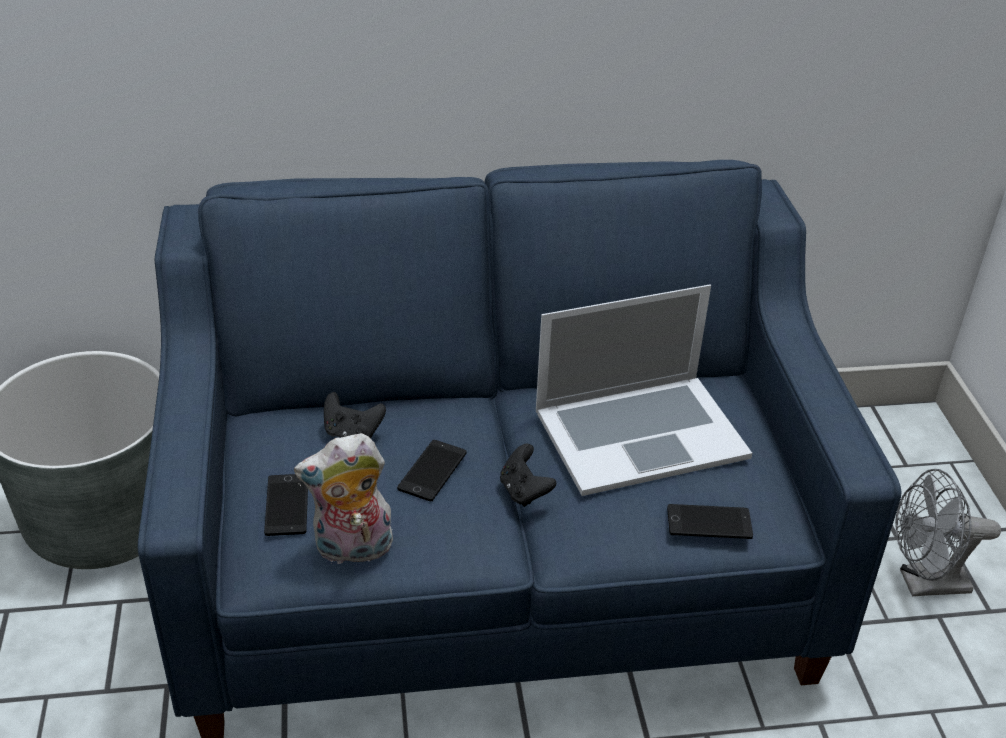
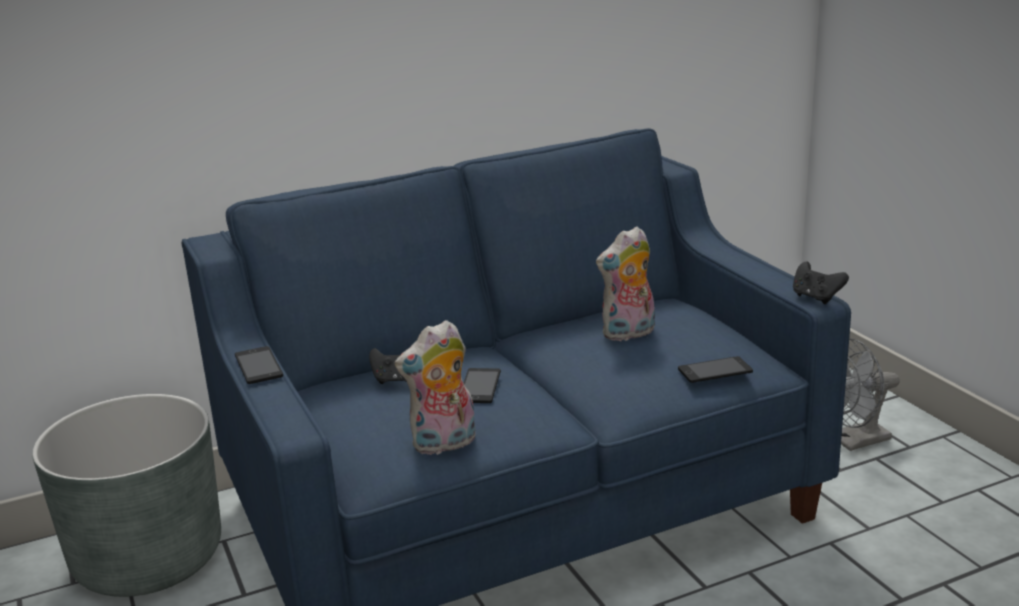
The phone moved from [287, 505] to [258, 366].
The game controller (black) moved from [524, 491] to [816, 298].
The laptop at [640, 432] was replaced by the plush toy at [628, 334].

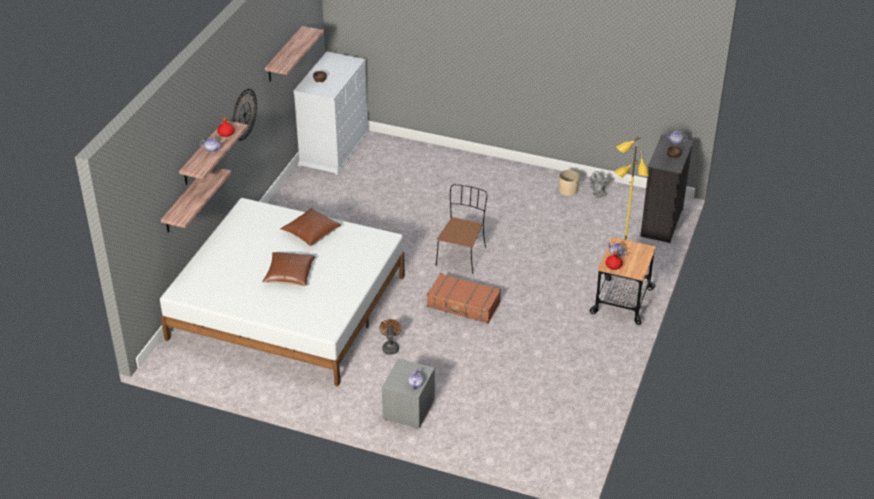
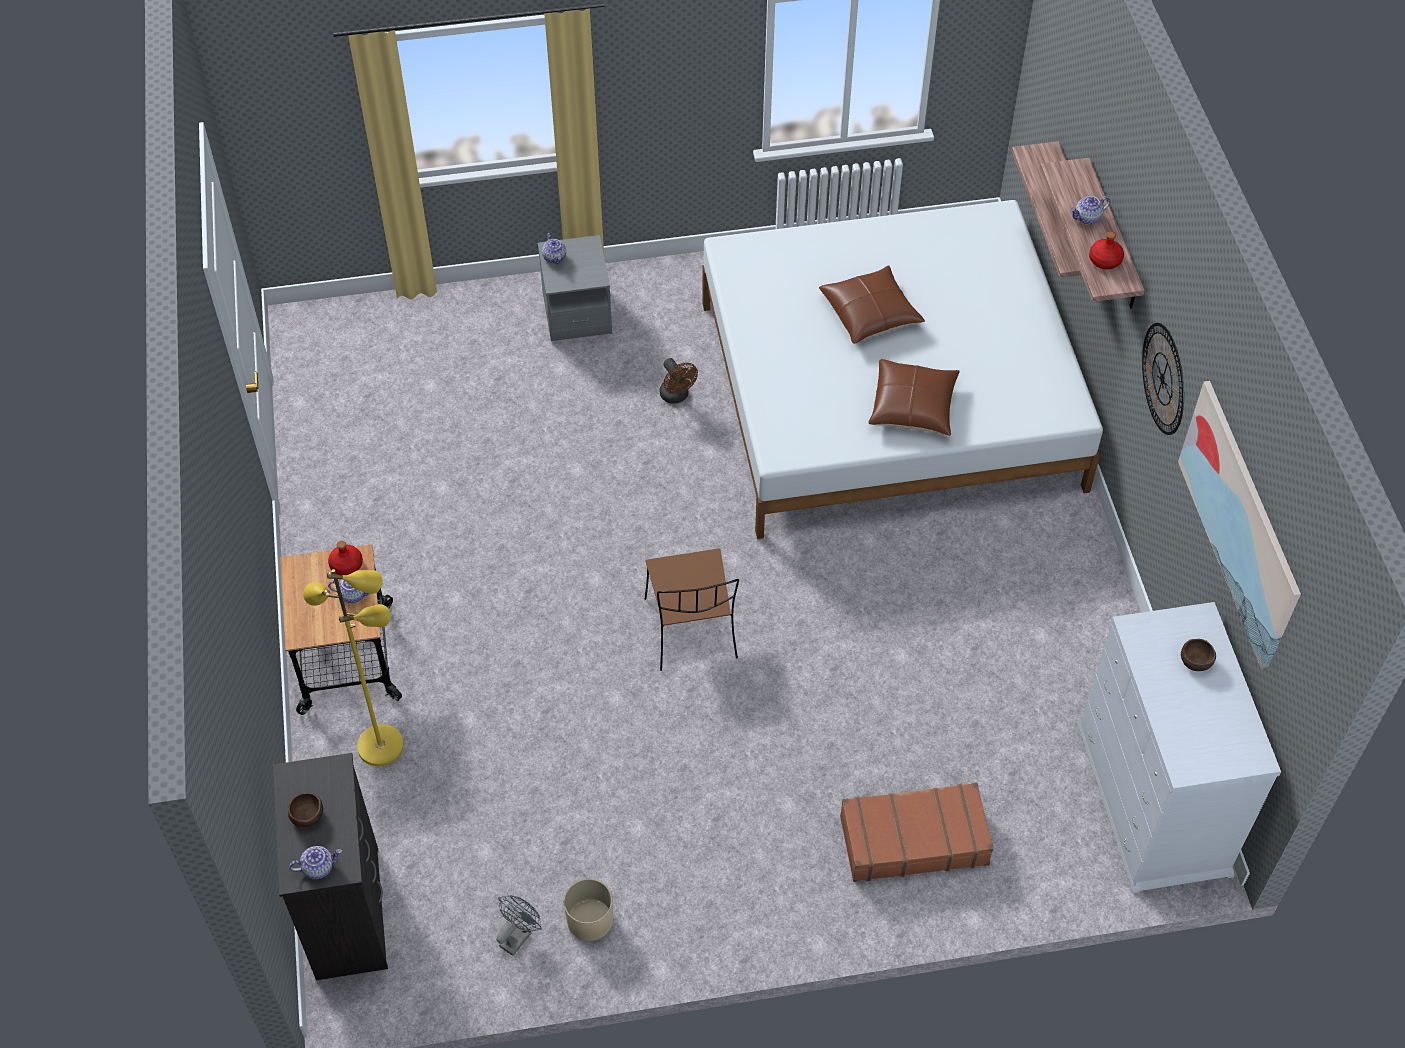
The suitcase (brown) moved from [463, 305] to [913, 839].
The shelf at [284, 55] was replaced by the picture at [1238, 523].

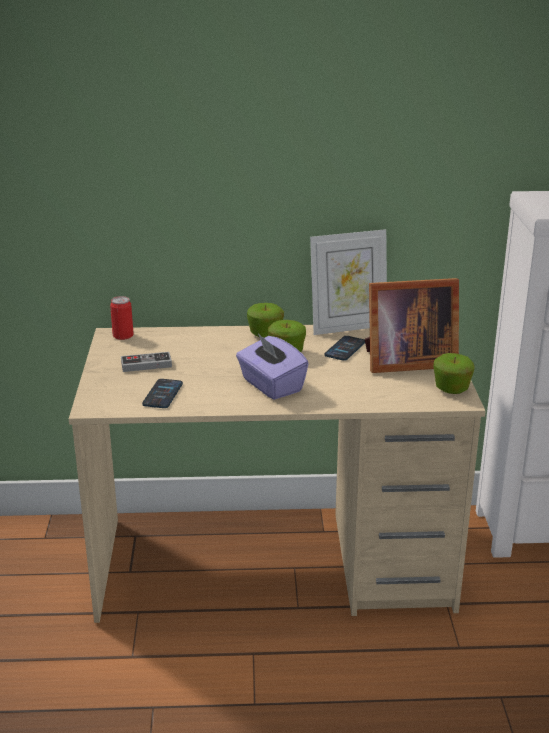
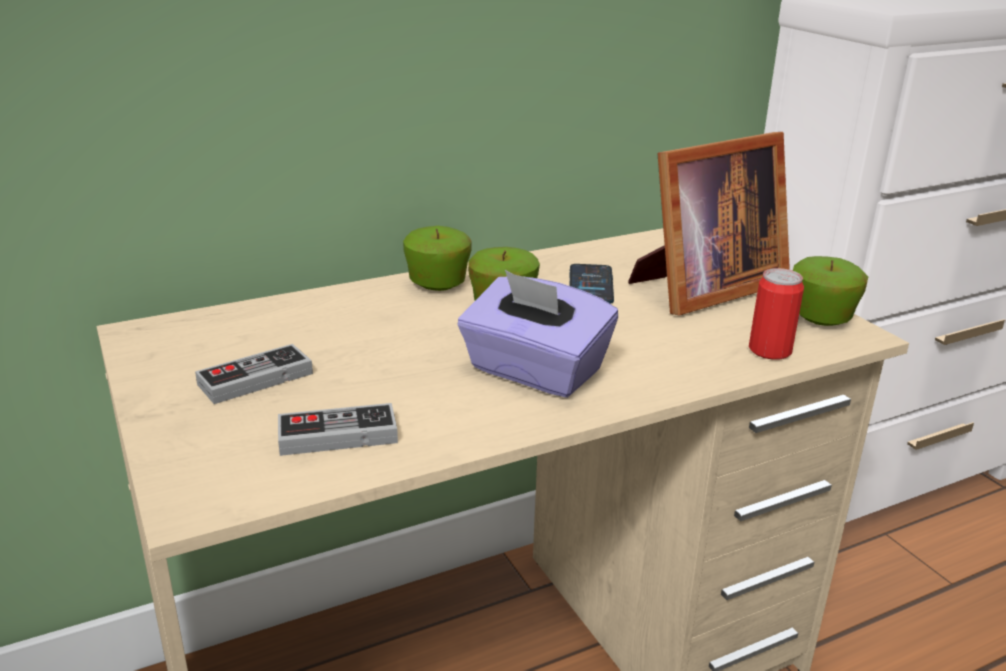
The picture frame at [347, 327] disappeared.
The can moved from [123, 335] to [770, 350].
The phone at [163, 394] was replaced by the game controller at [338, 435].

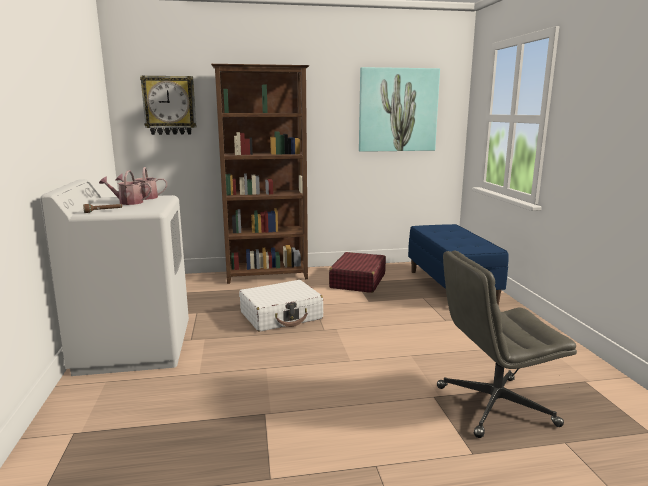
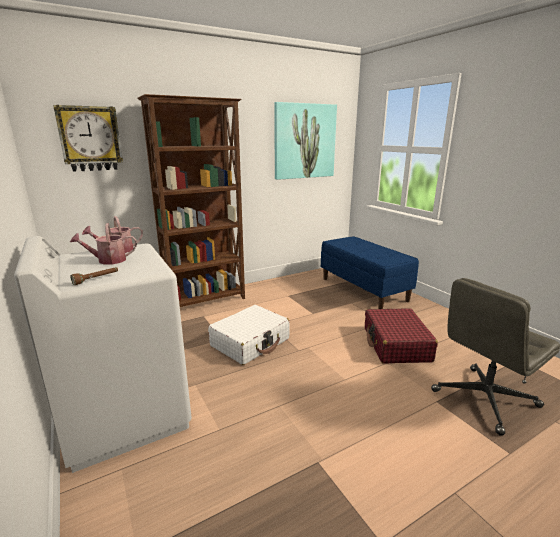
The suitcase (red) moved from [357, 281] to [396, 344].

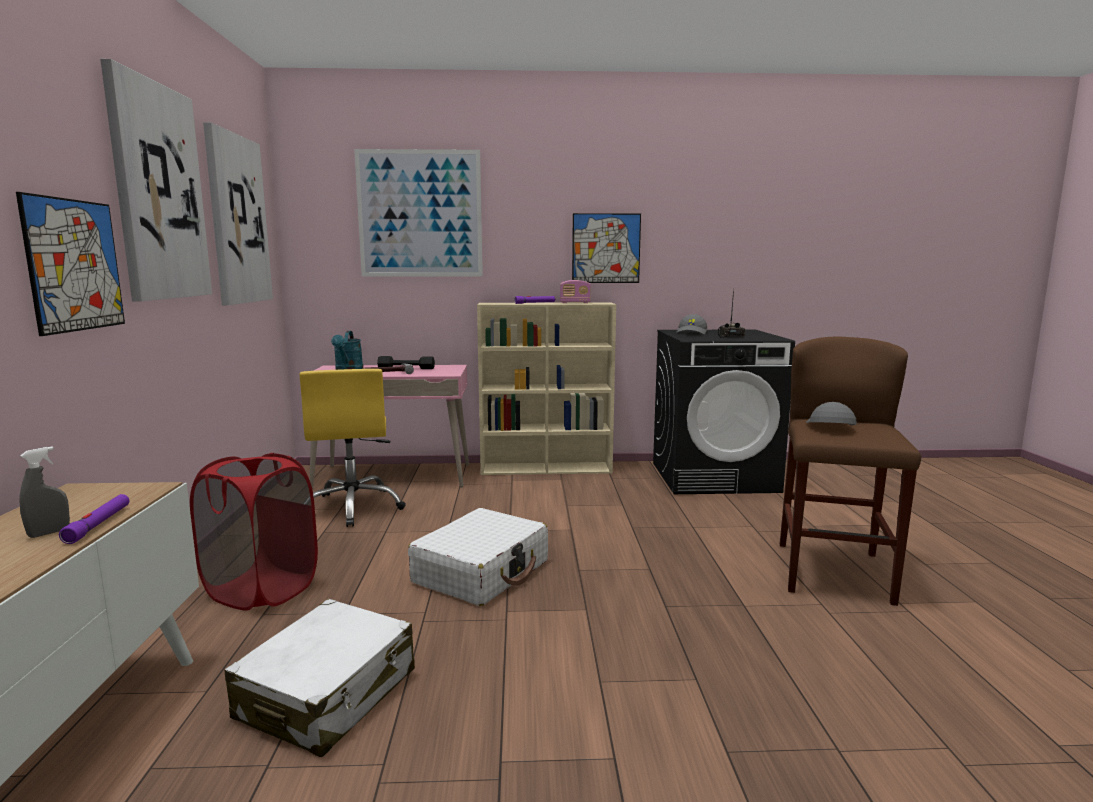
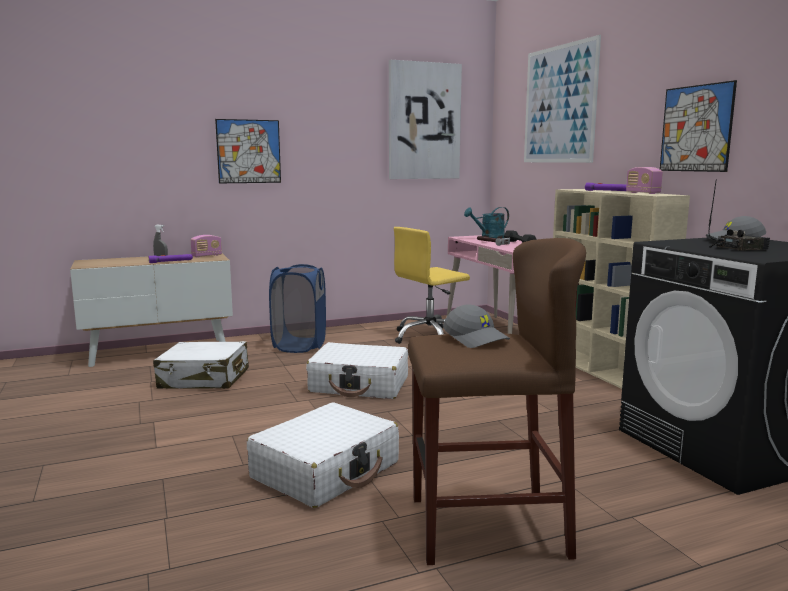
The picture at [158, 192] disappeared.
The radio at [206, 256] appeared.
The suitcase (white) at [326, 470] appeared.
The laundry basket (red) at [261, 590] became the laundry basket (blue) at [299, 345].
The cap (grey) at [829, 426] turned 60 degrees clockwise.

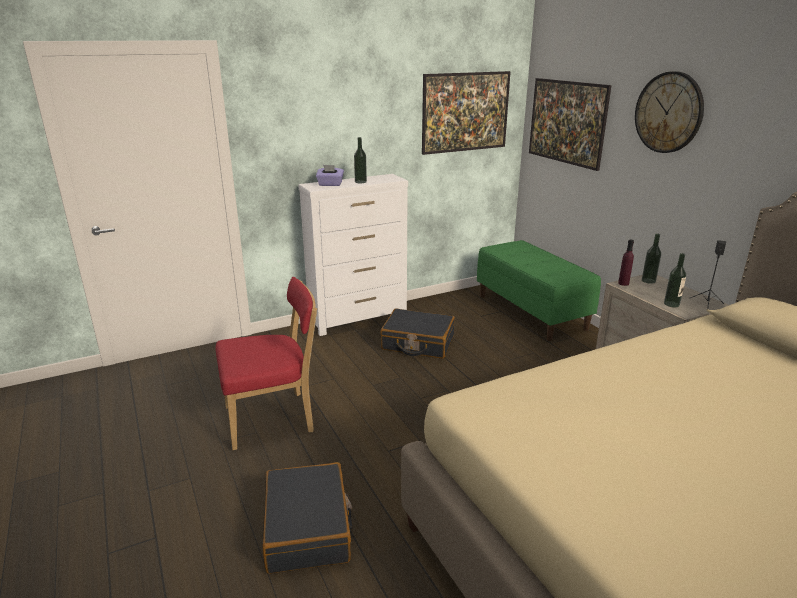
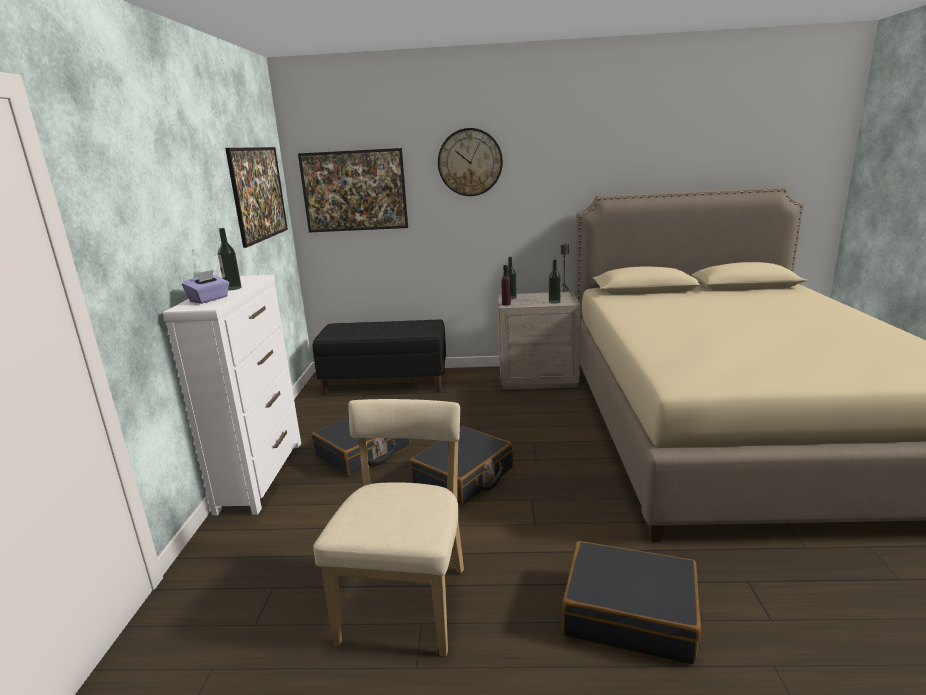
The suitcase (black) at [464, 477] appeared.
The chair (red) at [274, 419] became the chair (beige) at [407, 599].
The bench (green) at [532, 312] became the bench (black) at [386, 383].

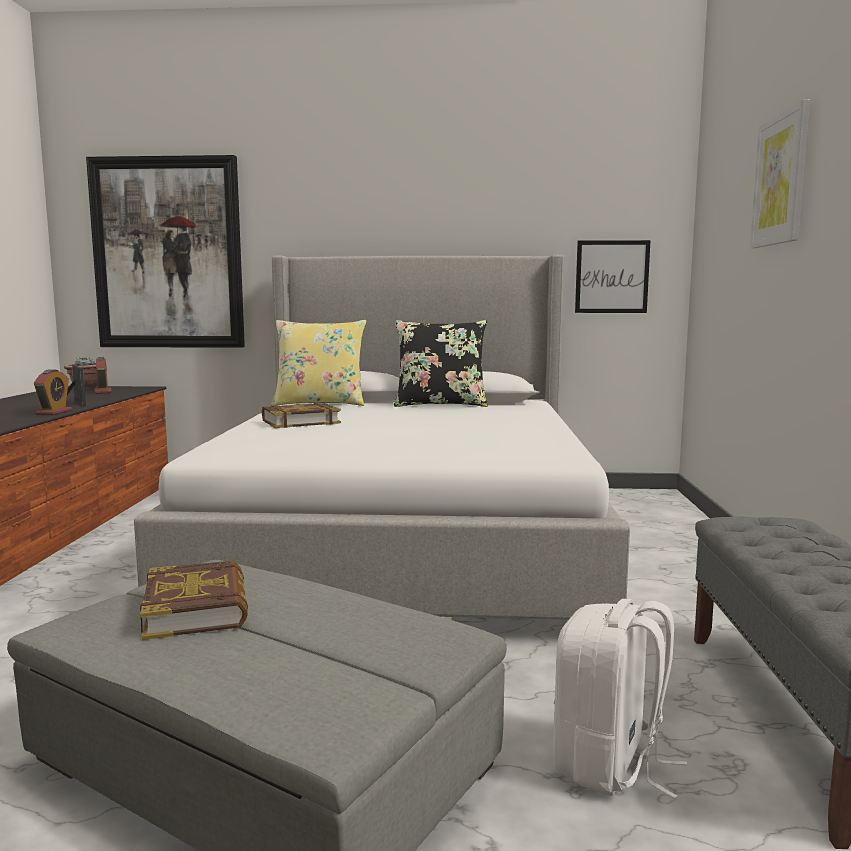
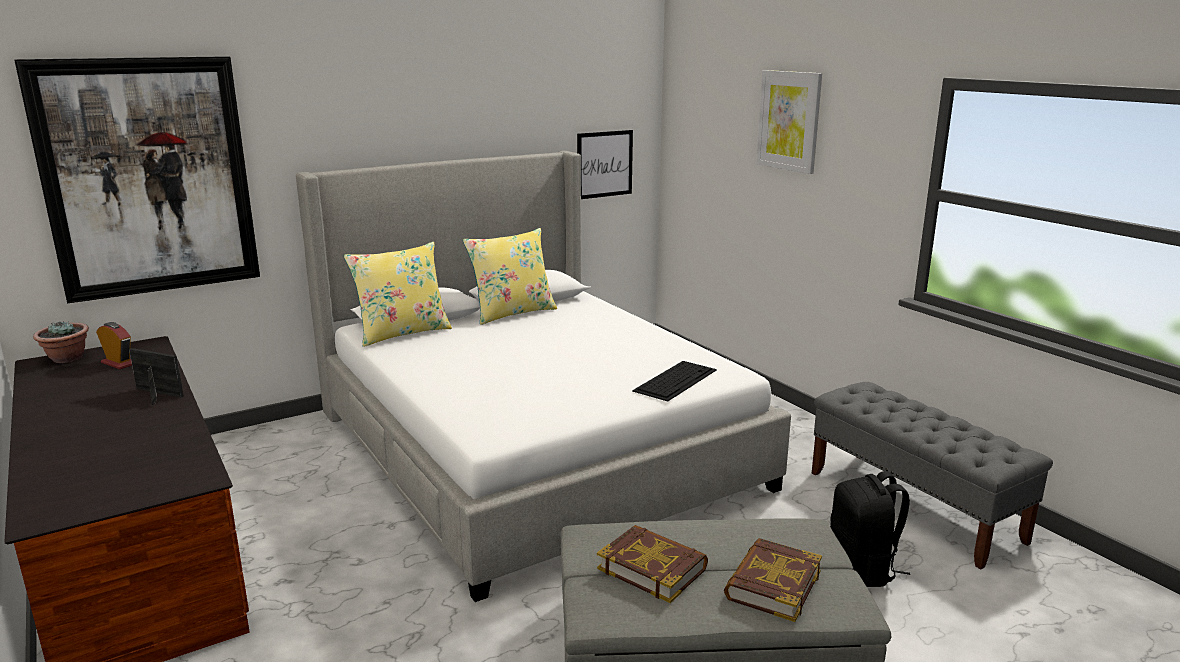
The alarm clock at [54, 412] disappeared.
The keyboard at [675, 380] appeared.
The book moved from [300, 421] to [772, 585].
The pillow (black) at [440, 404] became the pillow (yellow) at [512, 313].
The backpack (white) at [610, 764] became the backpack (black) at [863, 569].

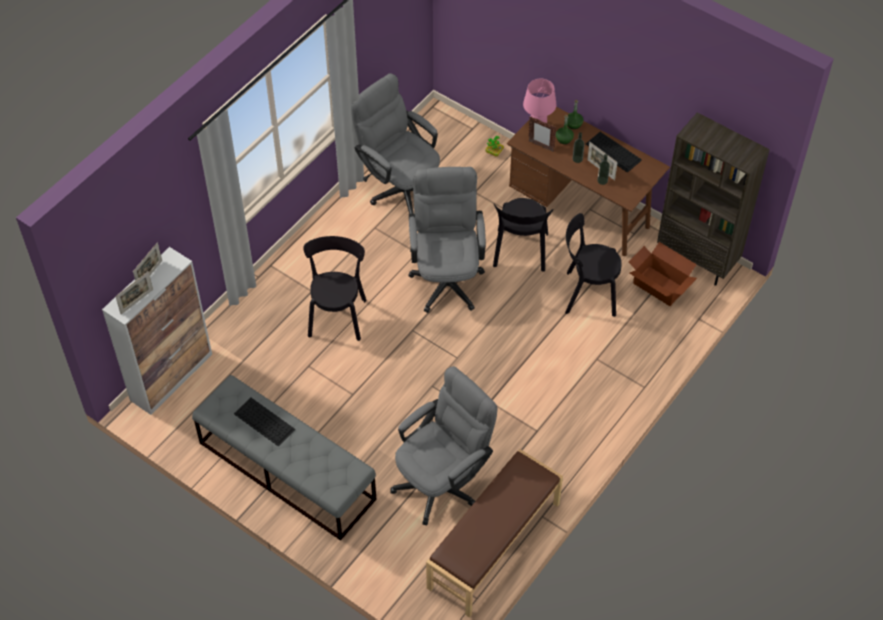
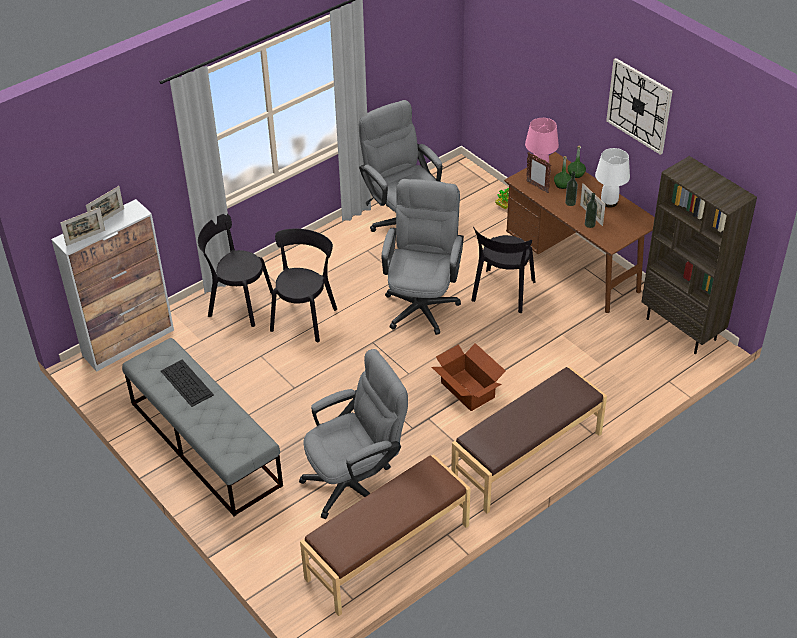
The bench (brown) at [528, 457] appeared.
The wall clock at [639, 105] appeared.
The chair (black) moved from [587, 293] to [238, 303].
The cardboard box moved from [659, 285] to [468, 389].
The keyboard at [614, 152] was replaced by the table lamp (white) at [609, 202].

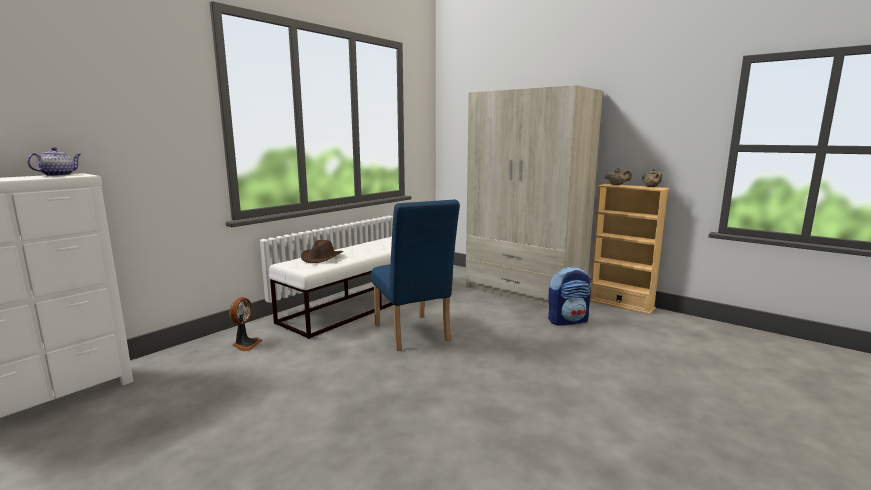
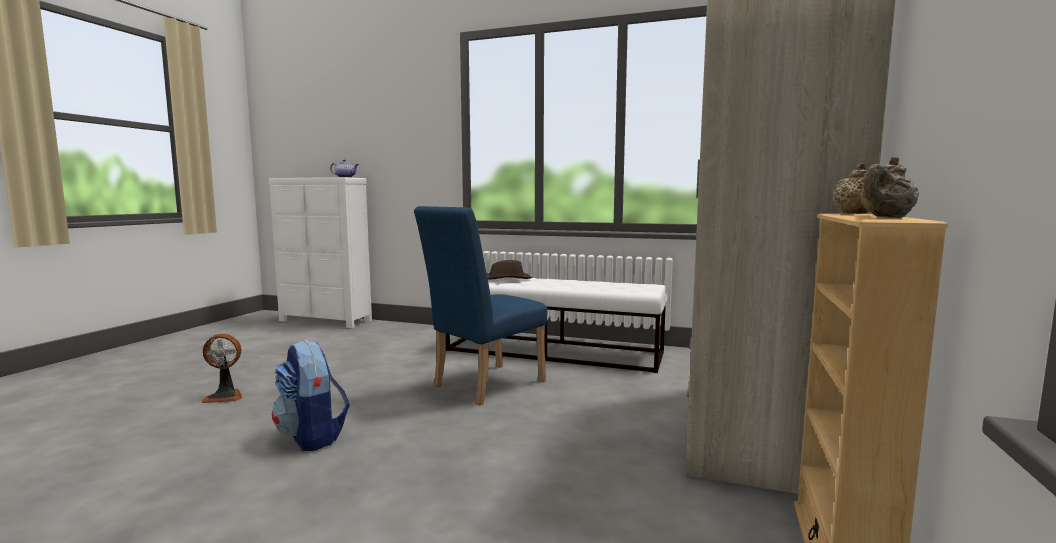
The fan moved from [245, 344] to [225, 396].
The backpack moved from [568, 321] to [312, 437].

